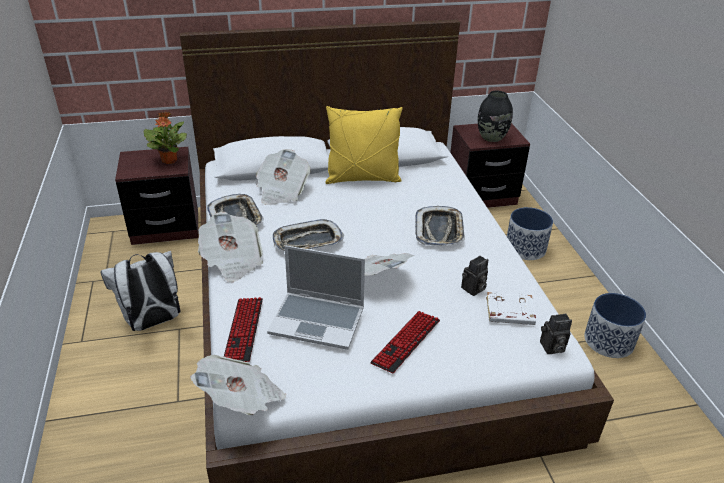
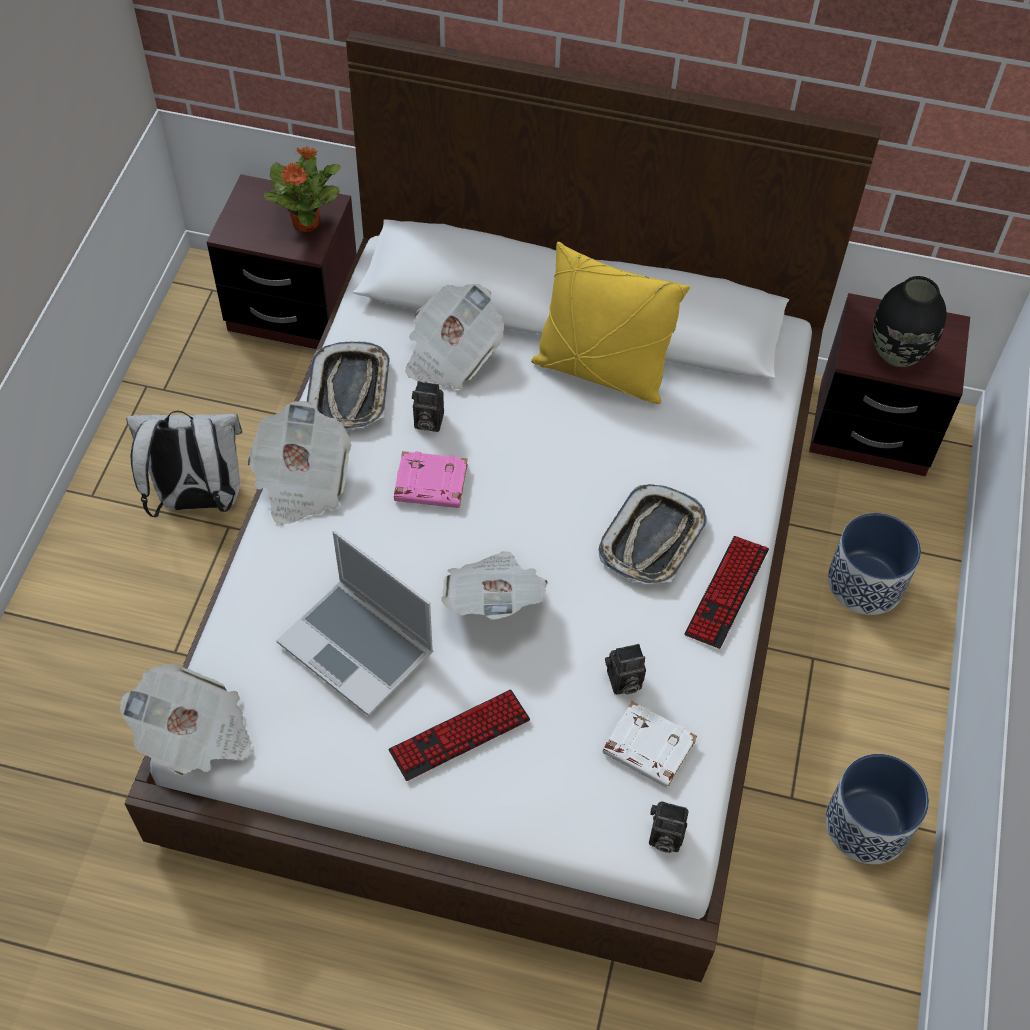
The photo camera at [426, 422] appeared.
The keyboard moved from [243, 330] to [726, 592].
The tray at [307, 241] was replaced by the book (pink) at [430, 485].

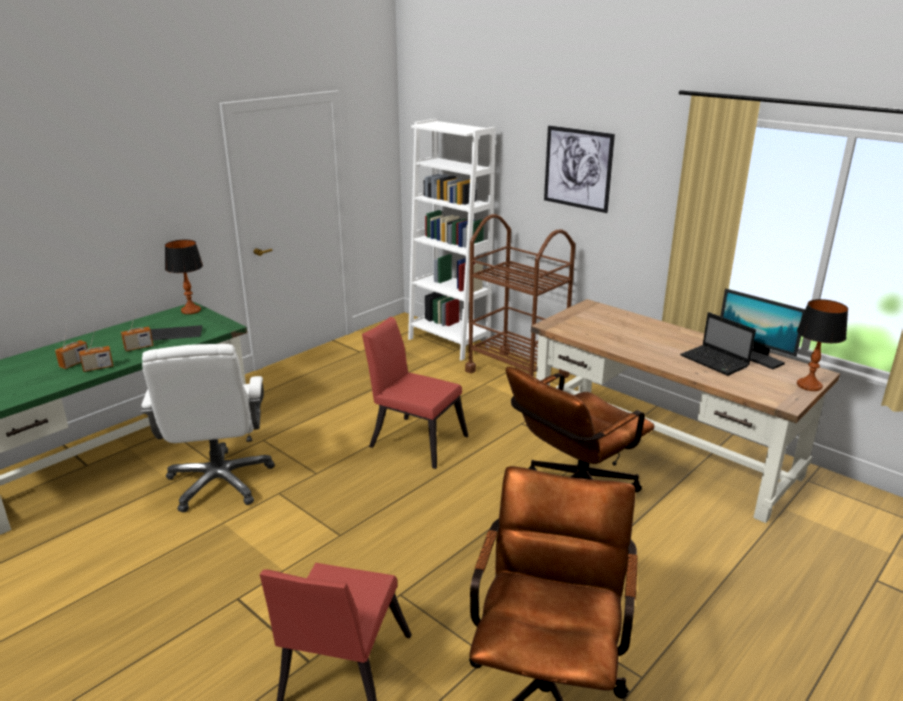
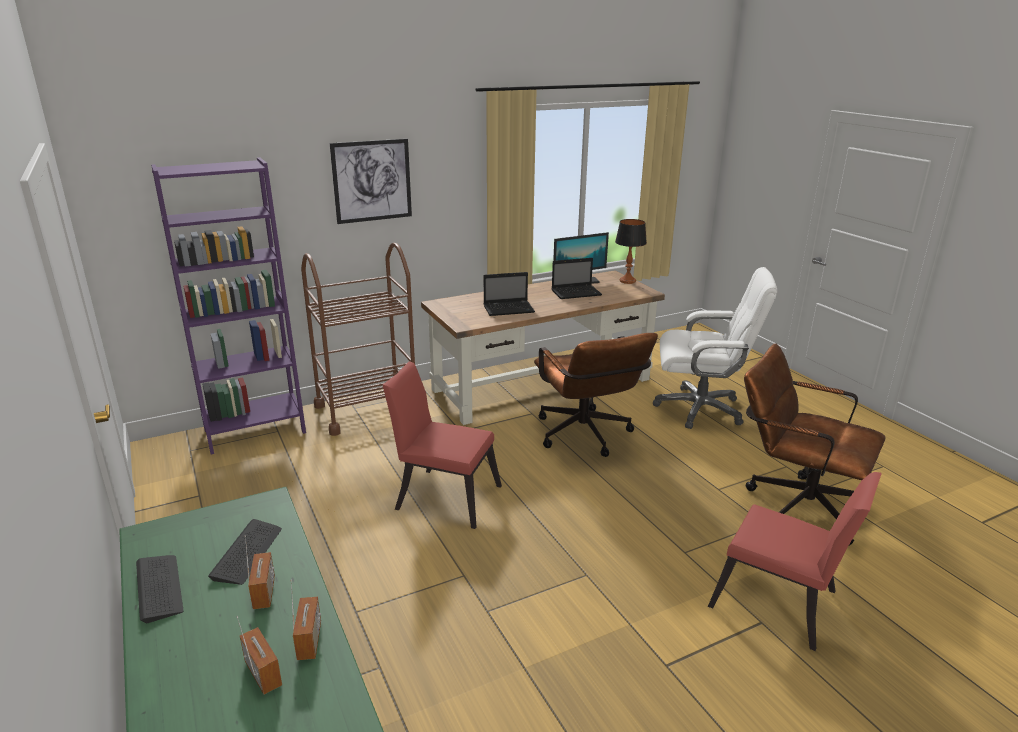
The table lamp at [191, 310] disappeared.
The keyboard at [159, 588] appeared.
The laptop at [509, 309] appeared.
The office chair (white) moved from [220, 482] to [700, 409].
The bookcase (white) at [448, 343] became the bookcase (purple) at [255, 431].
The chair (red) at [414, 439] turned 60 degrees clockwise.

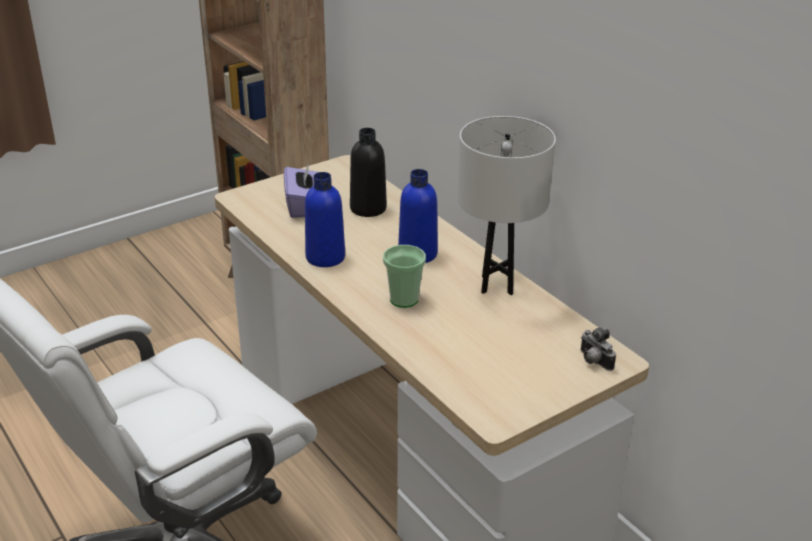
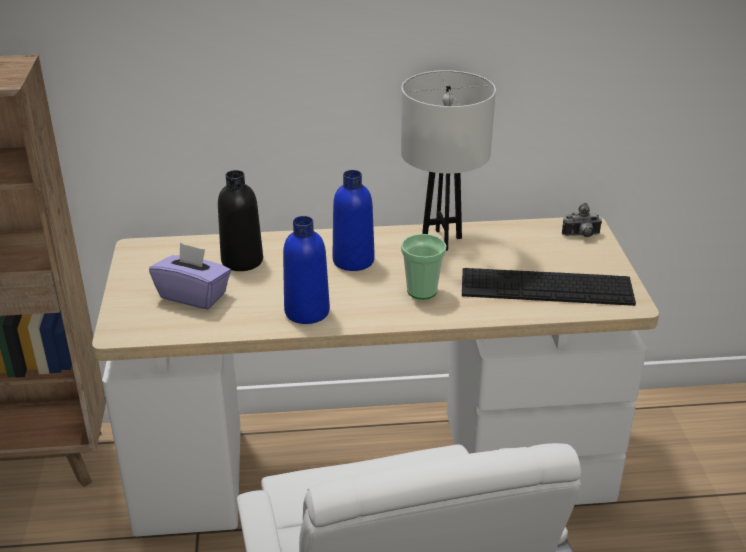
The keyboard at [546, 287] appeared.

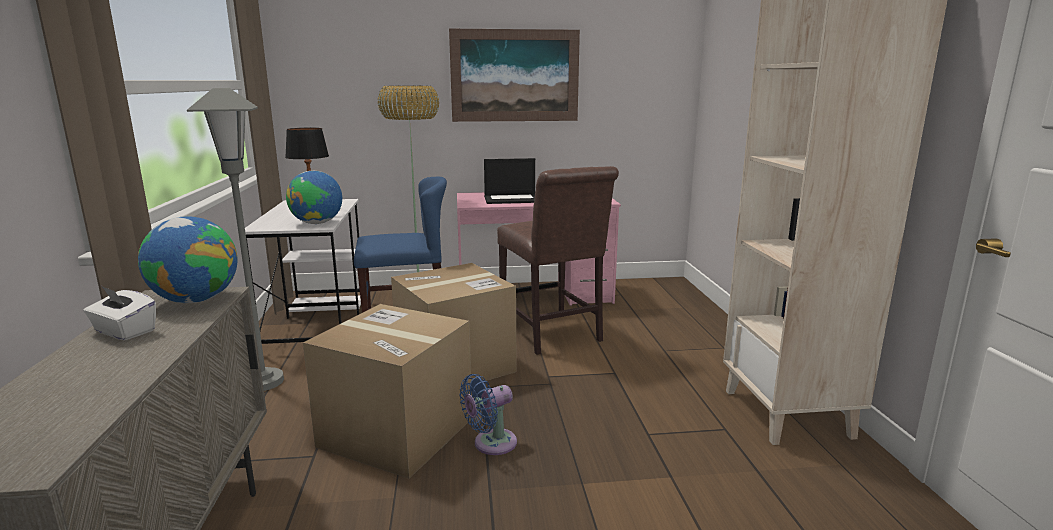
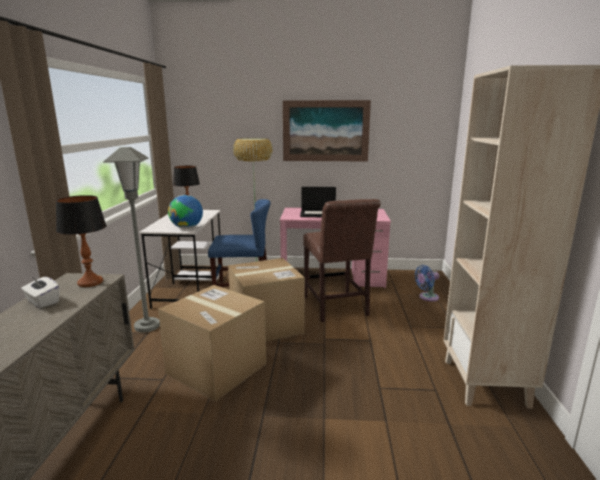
The fan (blue) moved from [491, 444] to [427, 297].
The globe at [196, 300] was replaced by the table lamp at [90, 282].

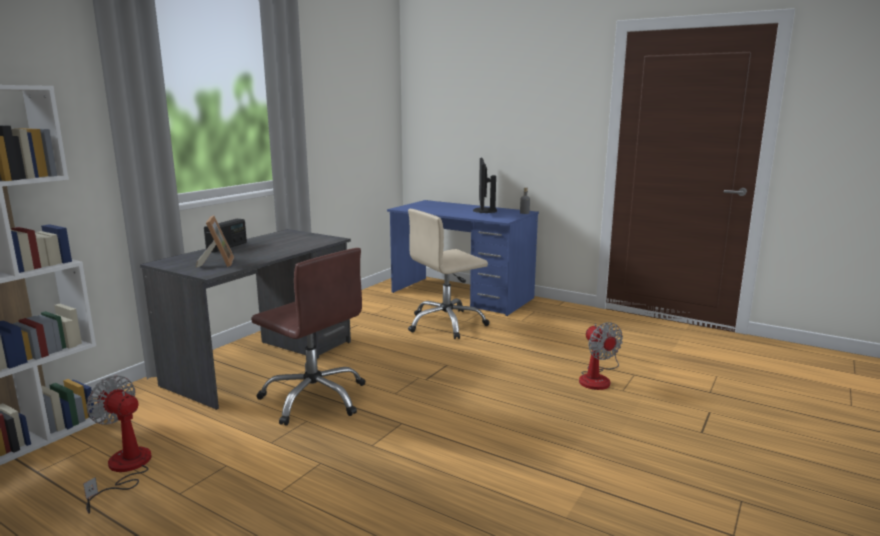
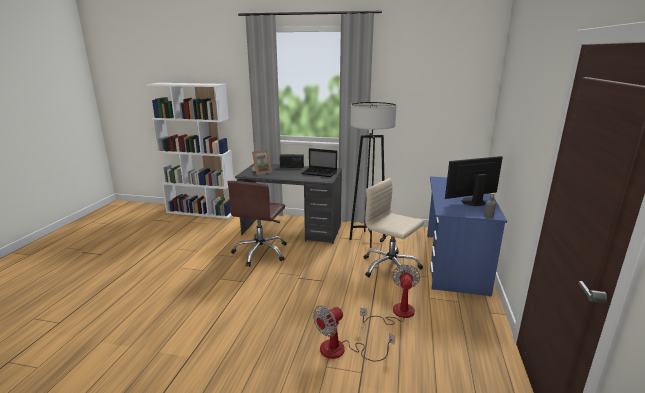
The laptop at [320, 173] appeared.
The floor lamp (grey) at [367, 239] appeared.
The fan moved from [124, 469] to [396, 313].

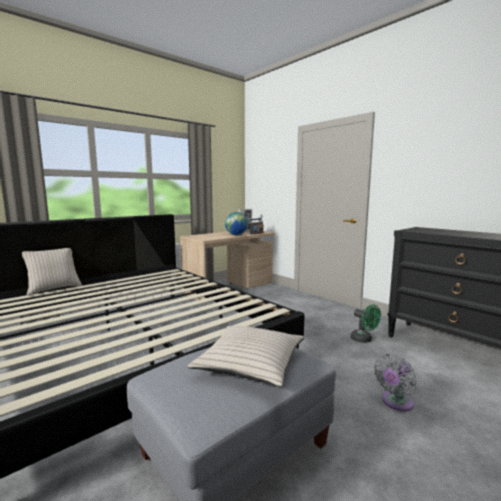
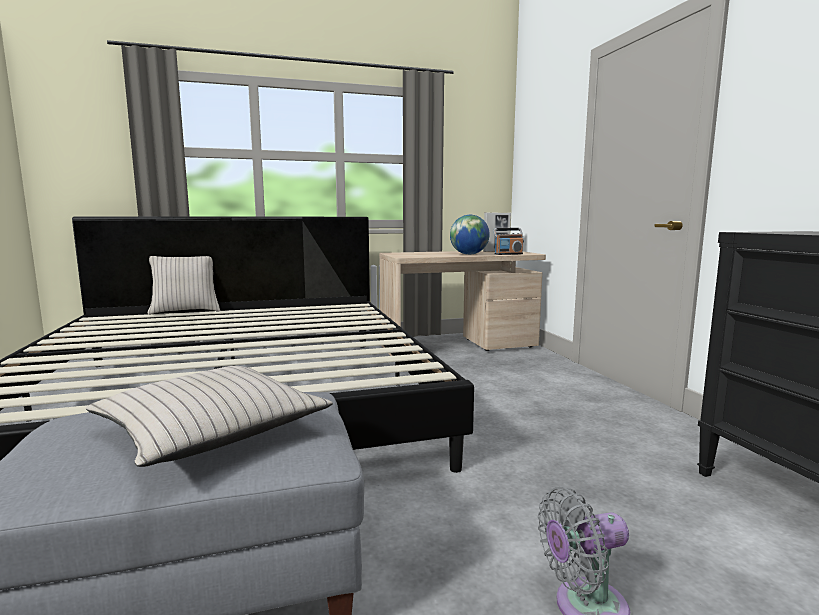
The fan (green) at [364, 340] disappeared.

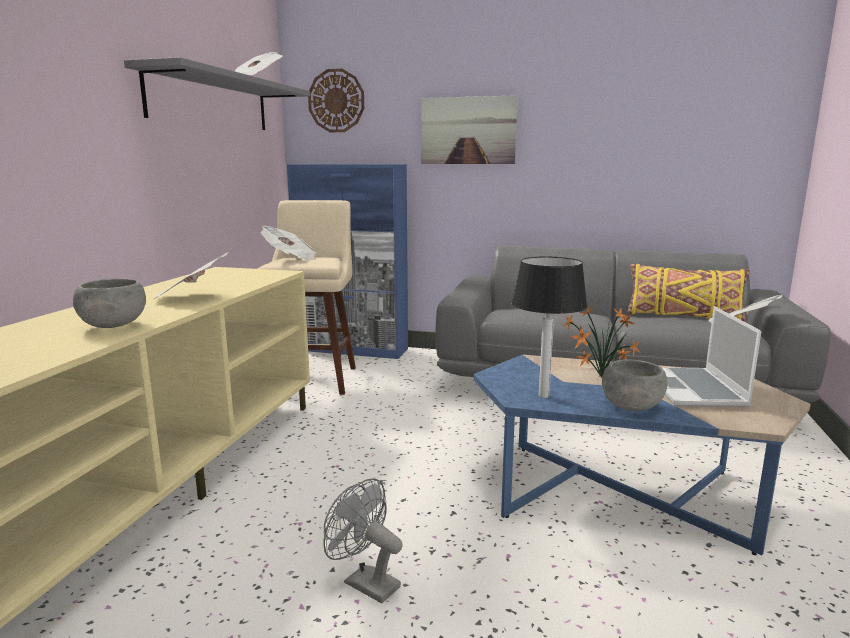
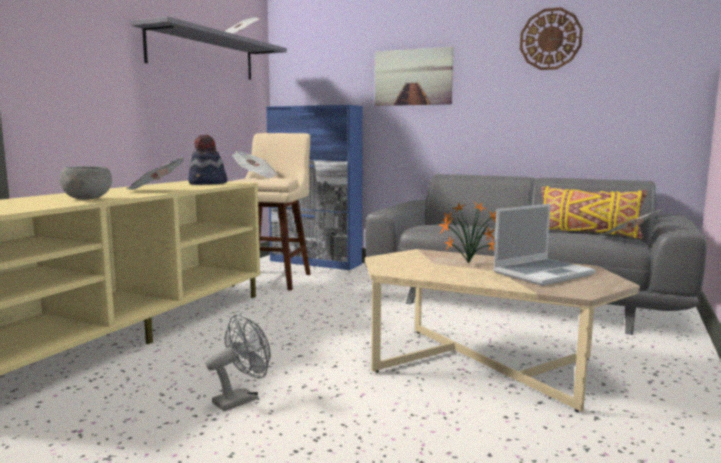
The table lamp at [544, 395] disappeared.
The bowl (grey) at [632, 407] disappeared.
The hat at [208, 183] appeared.
The wall clock moved from [336, 101] to [550, 39].
The coffee table (blue) at [620, 493] became the coffee table (beige) at [484, 365].
The fan (grey) at [364, 582] turned 90 degrees clockwise.
The laptop at [694, 390] turned 135 degrees counterclockwise.

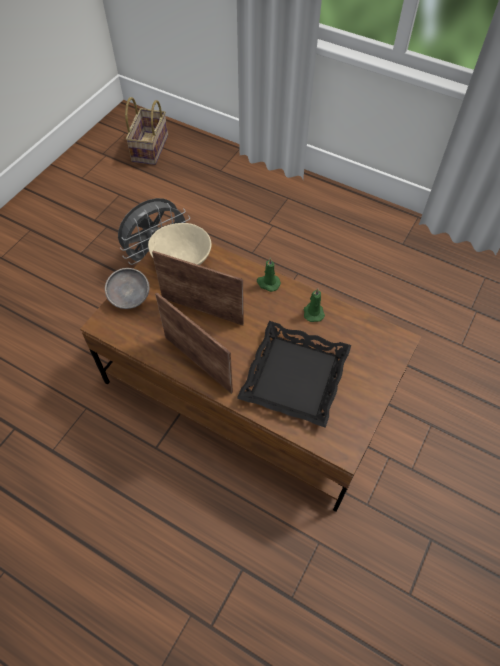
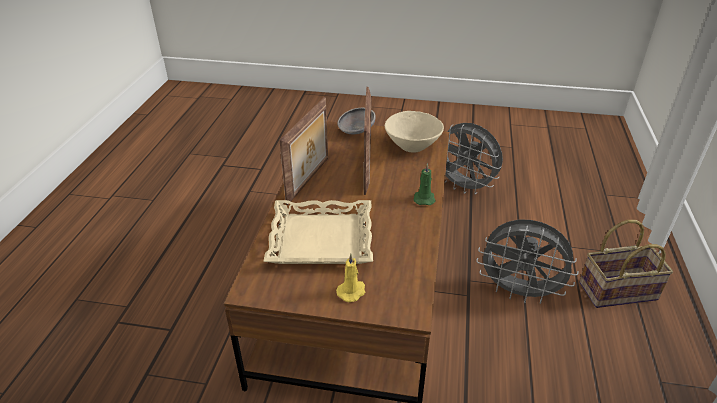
The candle (green) at [313, 312] disappeared.
The candle (yellow) at [352, 291] appeared.
The fan (grey) at [519, 292] appeared.
The basket moved from [149, 147] to [618, 290].
The tray (black) at [295, 377] became the tray (beige) at [321, 240].

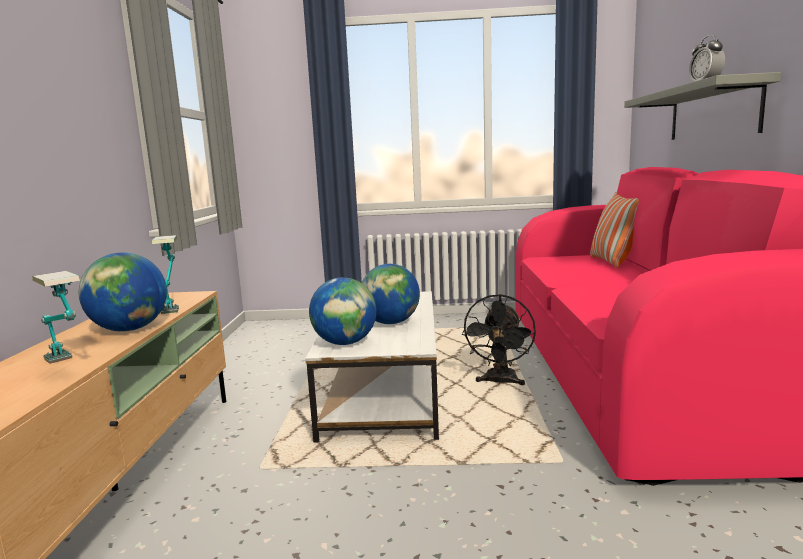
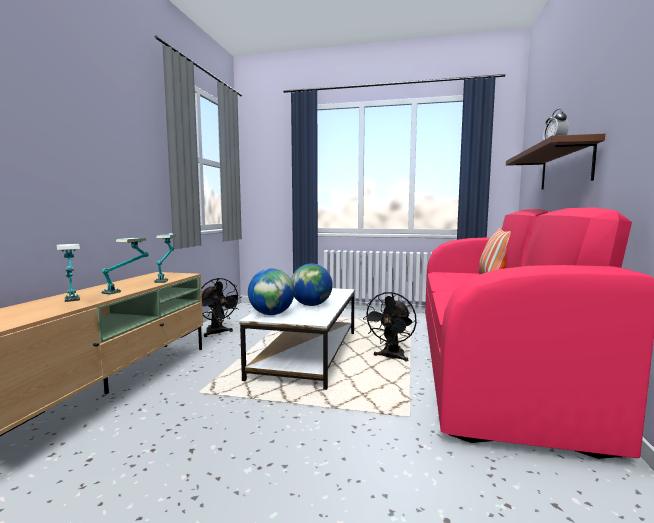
The fan (black) at [217, 333] appeared.
The globe at [130, 329] was replaced by the table lamp at [127, 289].
The shelf (grey) at [712, 112] became the shelf (brown) at [565, 167].

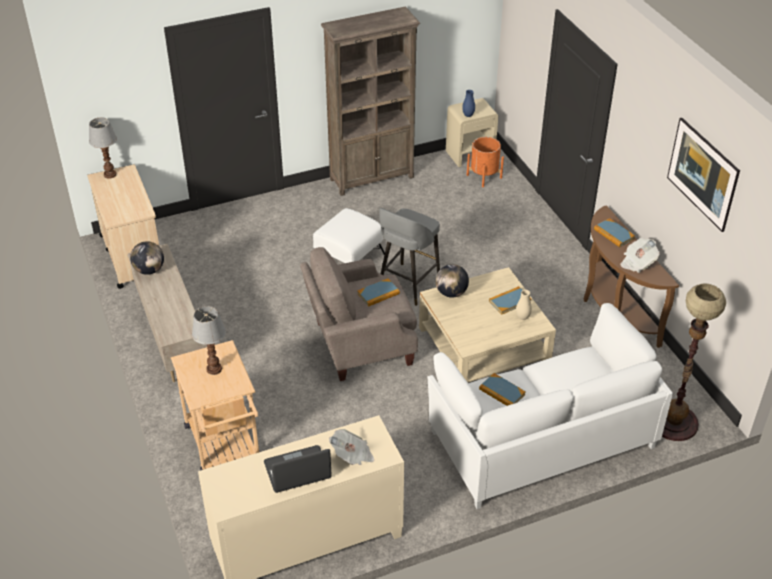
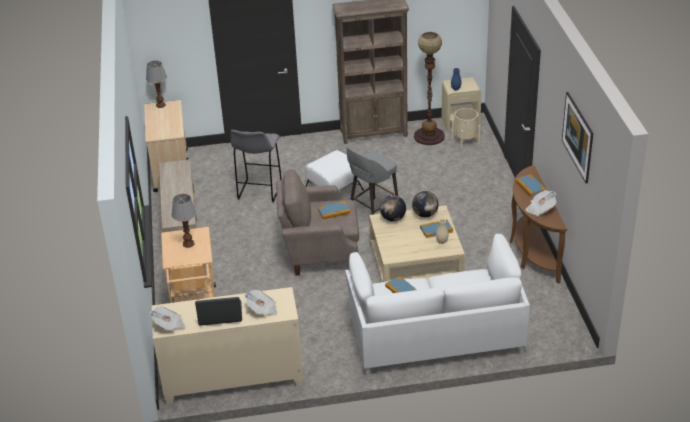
The newspaper at [169, 325] appeared.
The stool (grey) at [259, 192] appeared.
The globe moved from [149, 270] to [425, 214].
The floor lamp moved from [673, 422] to [429, 136].
The planter (orange) at [484, 176] became the planter (beige) at [465, 141].

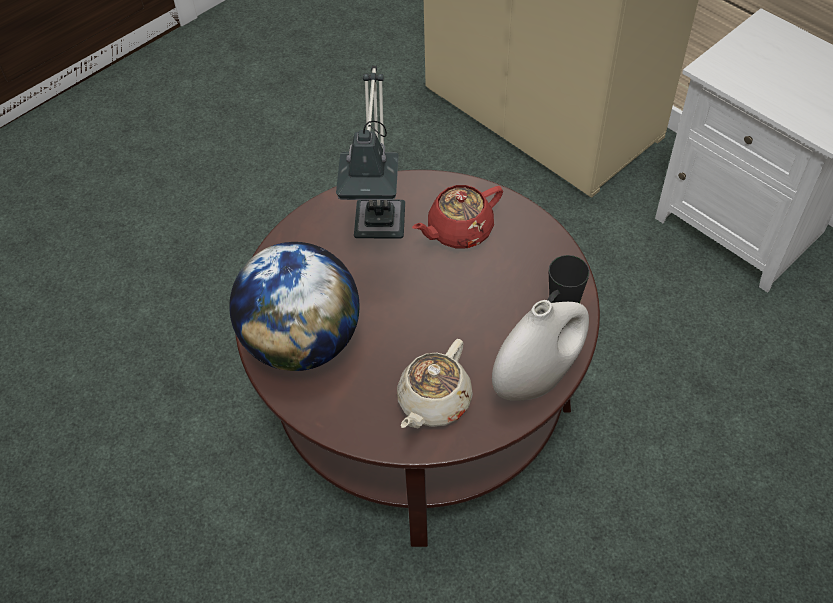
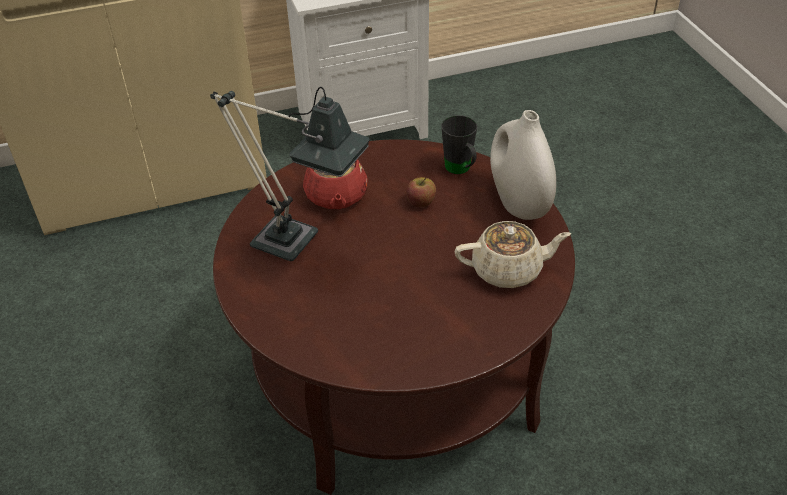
The globe at [302, 342] disappeared.
The apple at [421, 202] appeared.
The teapot (beige) at [433, 402] turned 60 degrees counterclockwise.

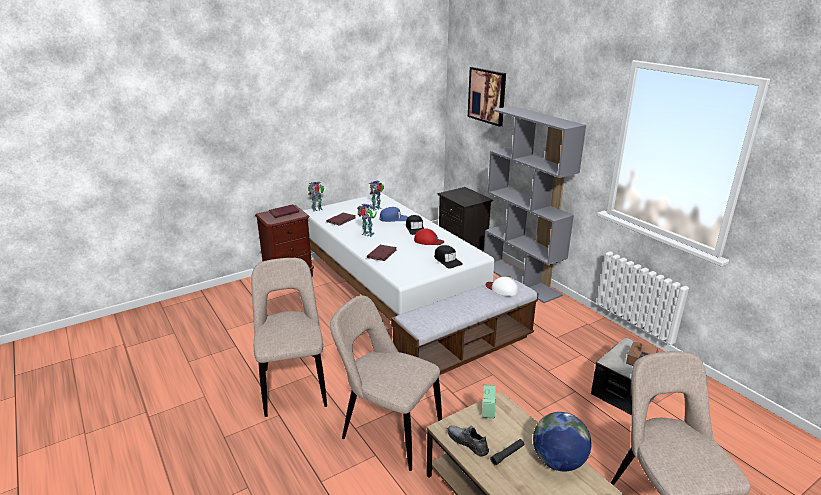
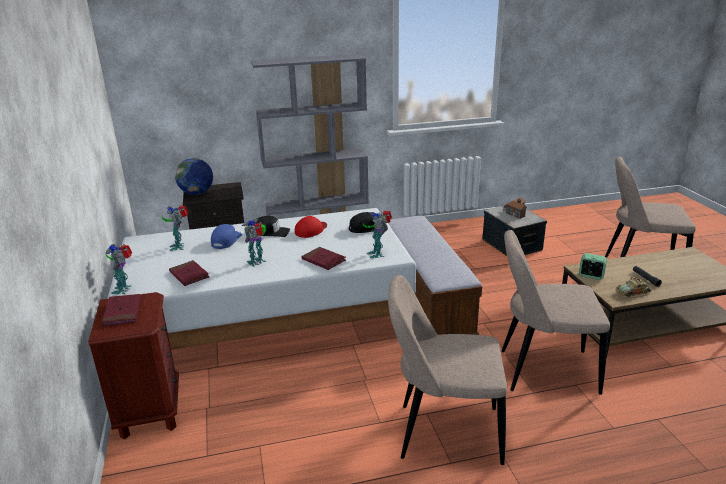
The picture at [487, 96] disappeared.
The cap (white) at [501, 289] disappeared.
The toy robot at [377, 253] appeared.
The globe moved from [558, 461] to [196, 193].
The shoe (grey) at [467, 442] was replaced by the toy car at [633, 292].
The chair (beige) at [388, 432] turned 45 degrees clockwise.

